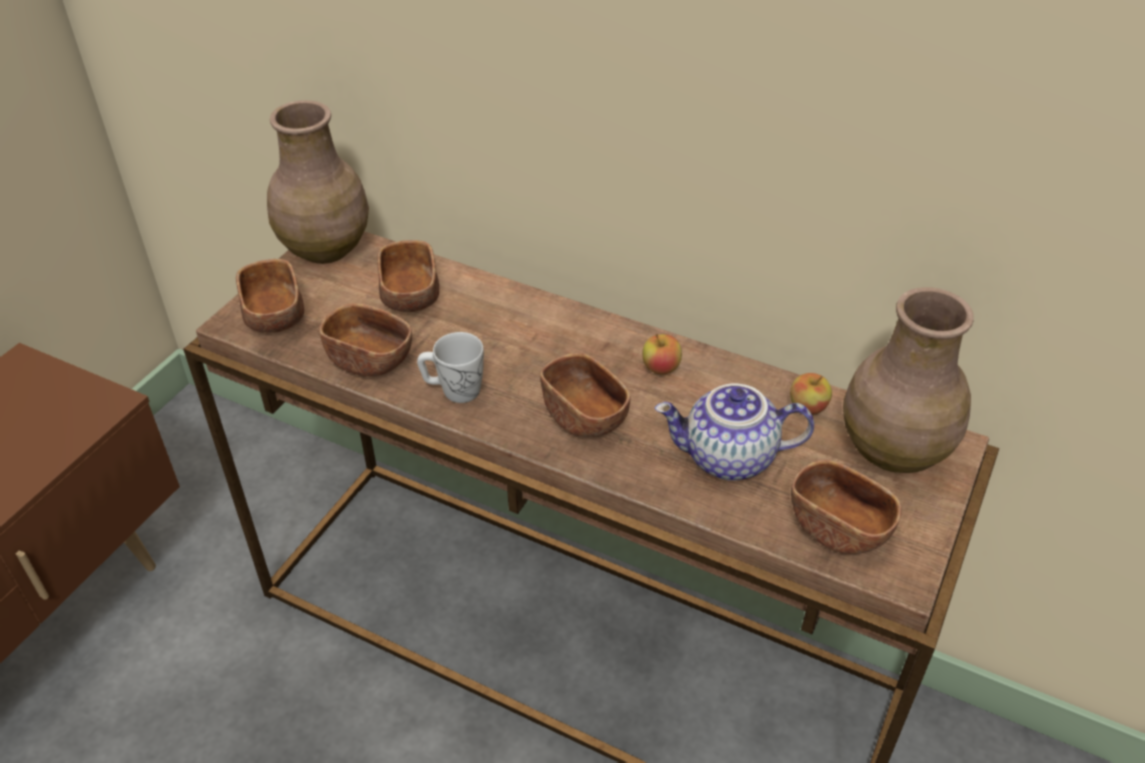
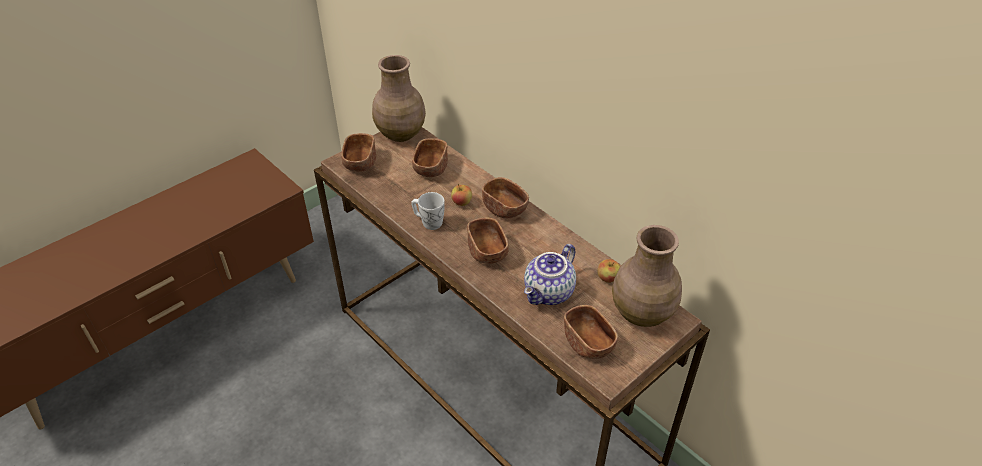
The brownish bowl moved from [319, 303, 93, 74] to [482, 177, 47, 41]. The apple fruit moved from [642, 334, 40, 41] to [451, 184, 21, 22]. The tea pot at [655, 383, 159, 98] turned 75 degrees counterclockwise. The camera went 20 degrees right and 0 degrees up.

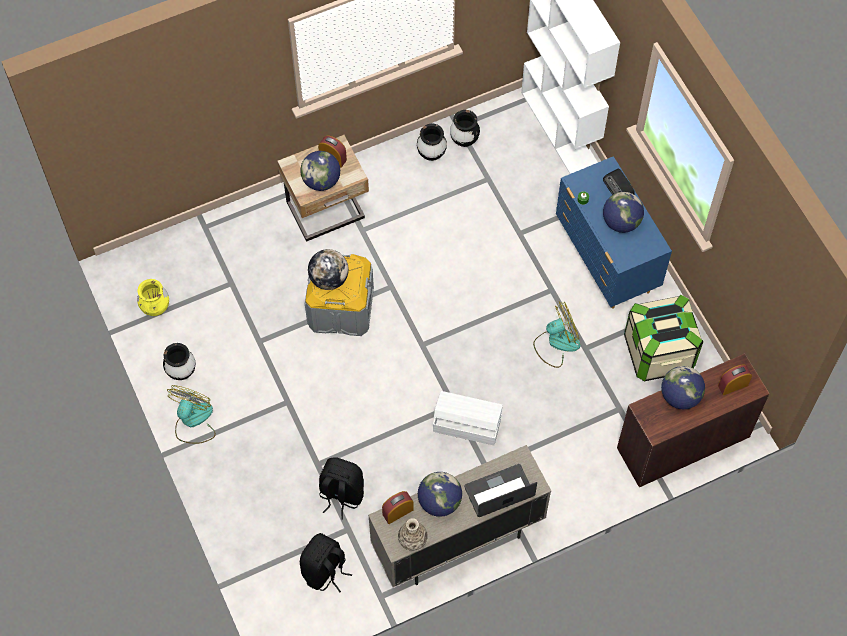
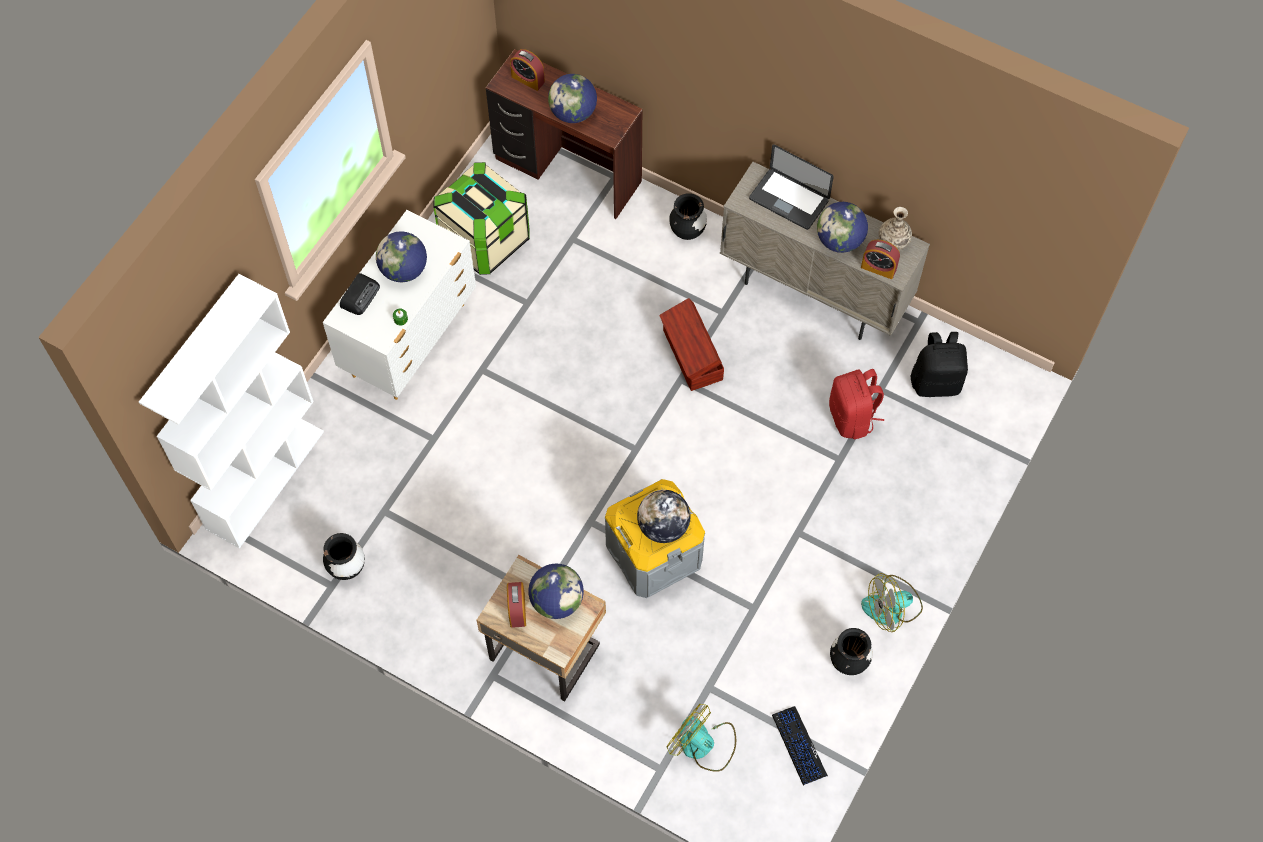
The blackish vase moved from [417, 124, 30, 37] to [669, 193, 38, 47]. The blue drawer chest at [556, 156, 116, 153] became the white-coloured drawer chest at [323, 210, 153, 190]. The yellow-coloured vase at [137, 279, 32, 37] was replaced by the computer keyboard at [772, 706, 56, 80]. The cooling fan moved from [533, 301, 48, 67] to [667, 704, 69, 68]. The white-coloured storage bin at [433, 391, 70, 54] became the brownish storage bin at [659, 298, 65, 93]. The blackish rucksack at [319, 457, 45, 62] became the reddish rucksack at [829, 369, 55, 70]. The camera went 125 degrees left and 0 degrees up.

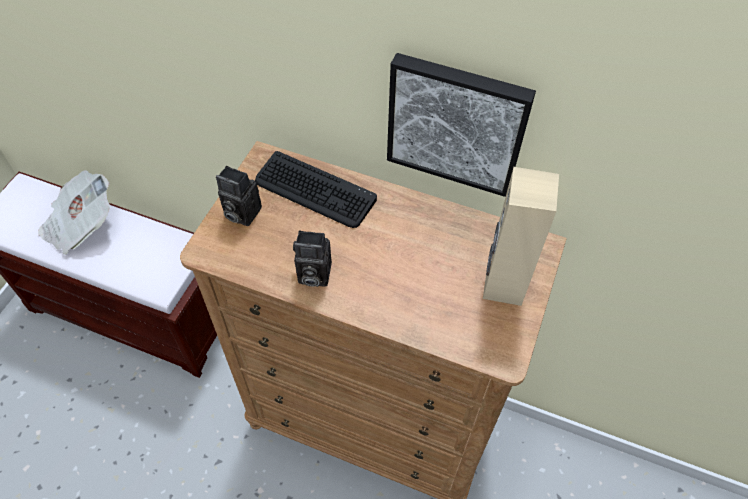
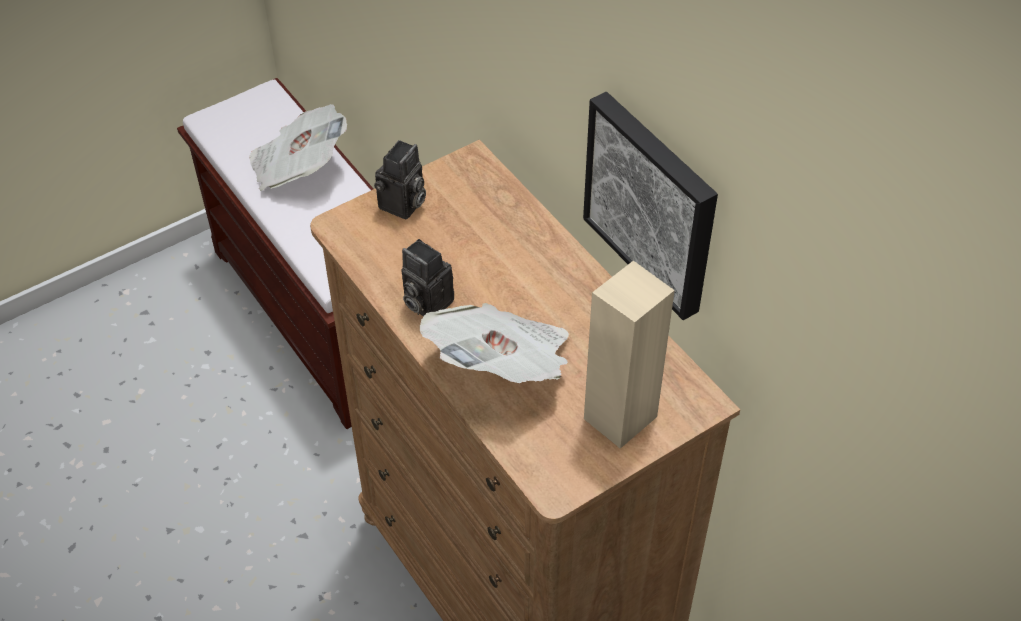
The computer keyboard at [255, 151, 122, 77] disappeared. The still camera at [216, 166, 46, 60] turned 120 degrees counterclockwise. The daily paper at [420, 303, 149, 80] appeared. The camera went 35 degrees right and 5 degrees down.

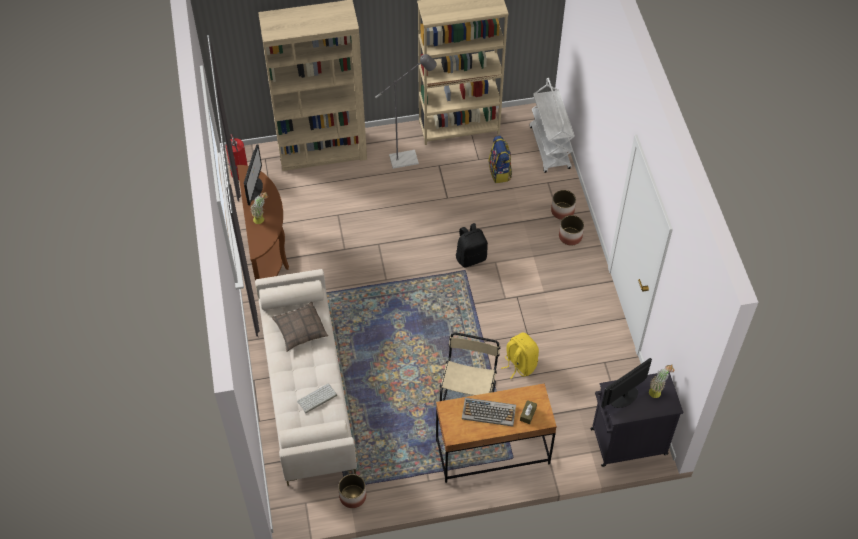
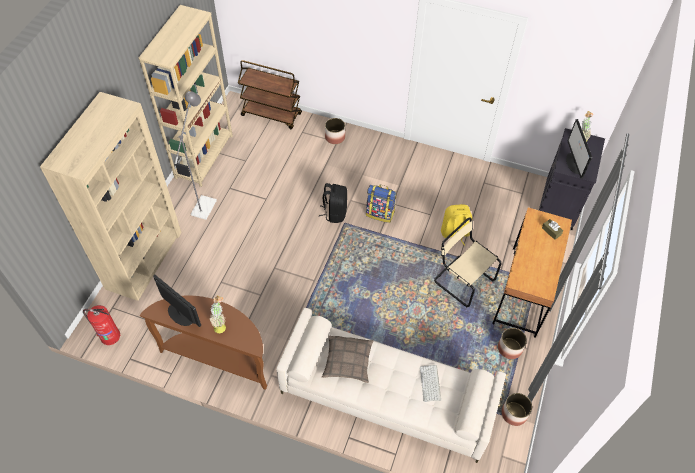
The white-coloured wheeled cart at [530, 78, 45, 95] became the brownish wheeled cart at [238, 60, 64, 69]. The rucksack moved from [488, 136, 24, 47] to [366, 185, 30, 38]. The planter moved from [559, 215, 25, 30] to [498, 328, 29, 31]. The computer keyboard at [462, 398, 54, 28] disappeared. The camera went 60 degrees left and 0 degrees up.

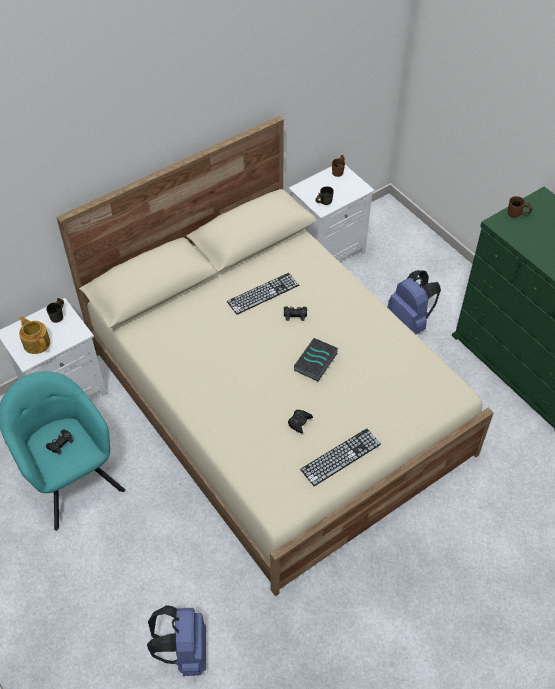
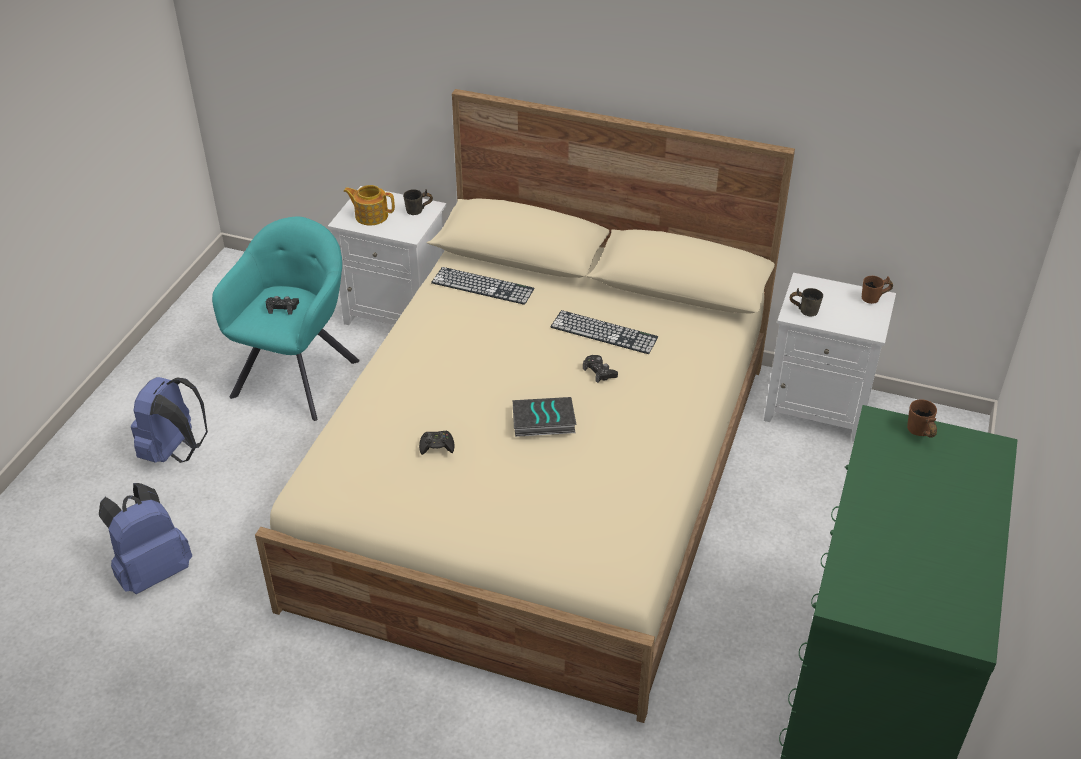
The blue rucksack moved from [387, 270, 54, 65] to [131, 377, 77, 86]. The tea pot at [19, 316, 31, 38] turned 90 degrees counterclockwise. The computer keyboard moved from [300, 429, 81, 57] to [431, 267, 103, 38]. The camera went 55 degrees right and 10 degrees down.

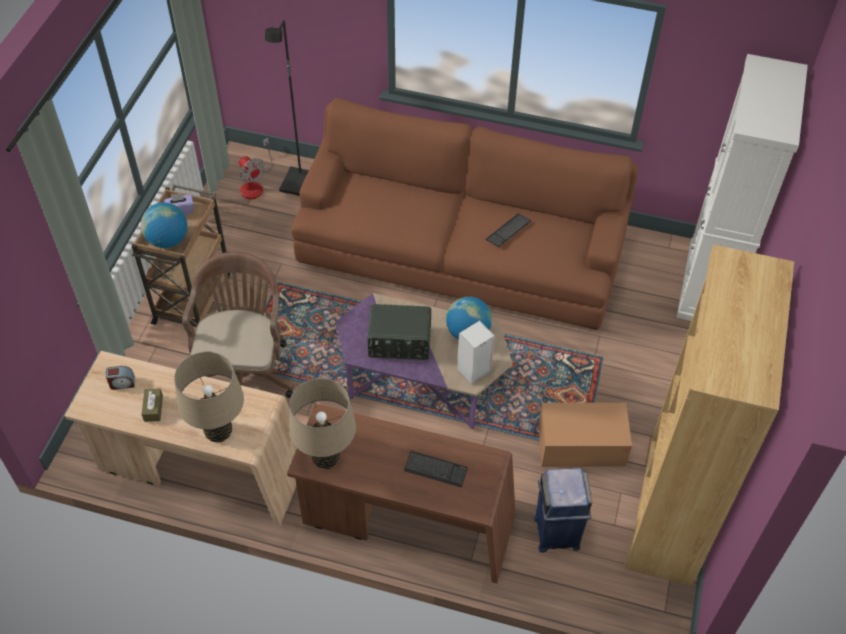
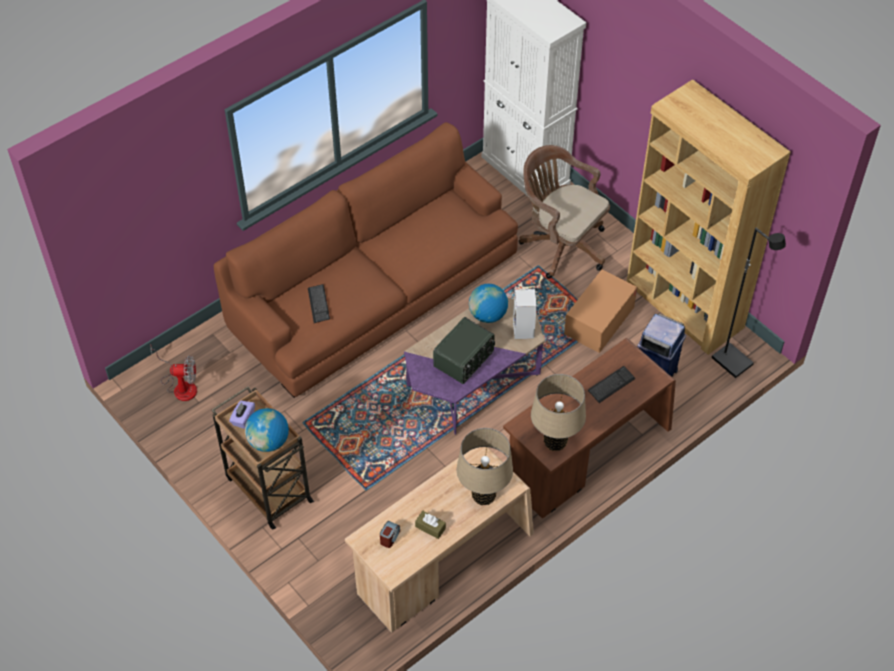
The blackish floor lamp moved from [265, 20, 44, 176] to [712, 228, 74, 150]. The computer keyboard moved from [485, 213, 46, 34] to [308, 284, 22, 39]. The brownish office chair moved from [182, 251, 112, 147] to [519, 145, 91, 134]. The camera went 55 degrees left and 0 degrees up.

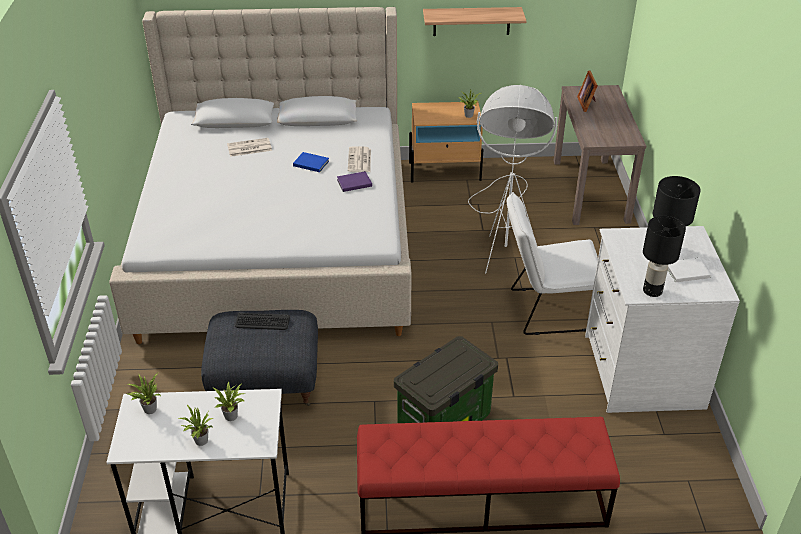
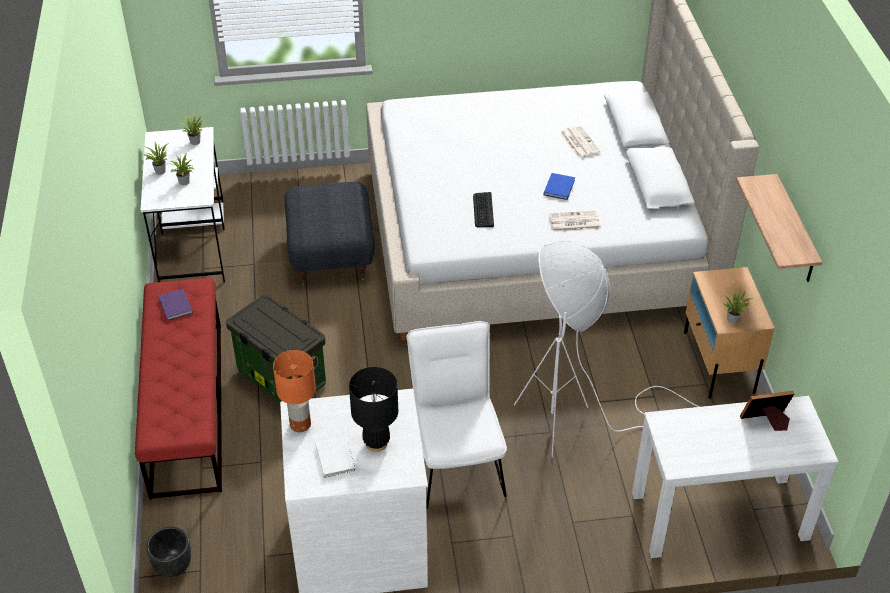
The brownish console table at [554, 85, 92, 140] became the white-coloured console table at [632, 396, 207, 162]. The purple-coloured volume moved from [337, 171, 35, 21] to [158, 289, 35, 32]. The blackish table lamp at [643, 216, 43, 81] became the orangey table lamp at [273, 350, 43, 82]. The computer keyboard moved from [235, 313, 55, 17] to [473, 192, 21, 35]. The blackish planter at [146, 526, 45, 51] appeared. The camera went 85 degrees right and 5 degrees up.

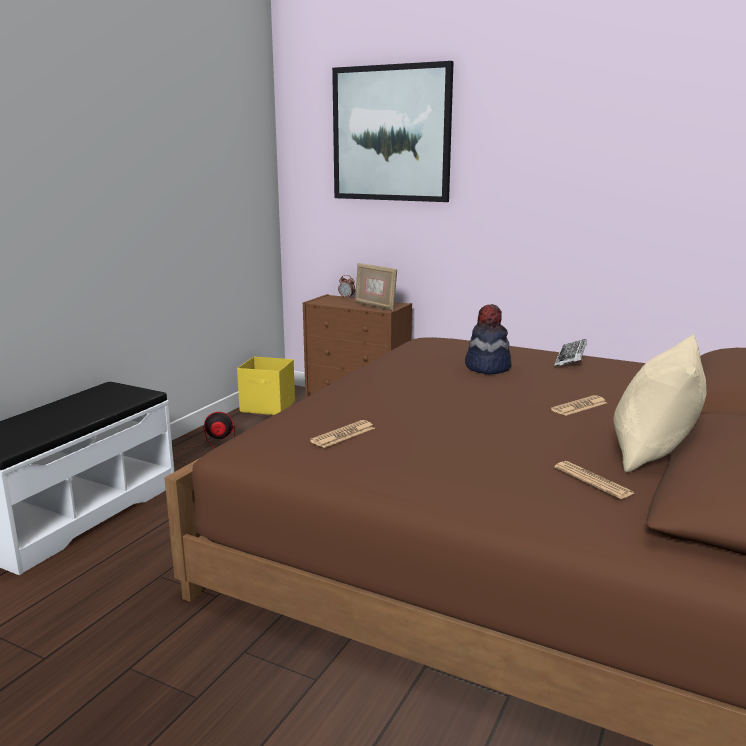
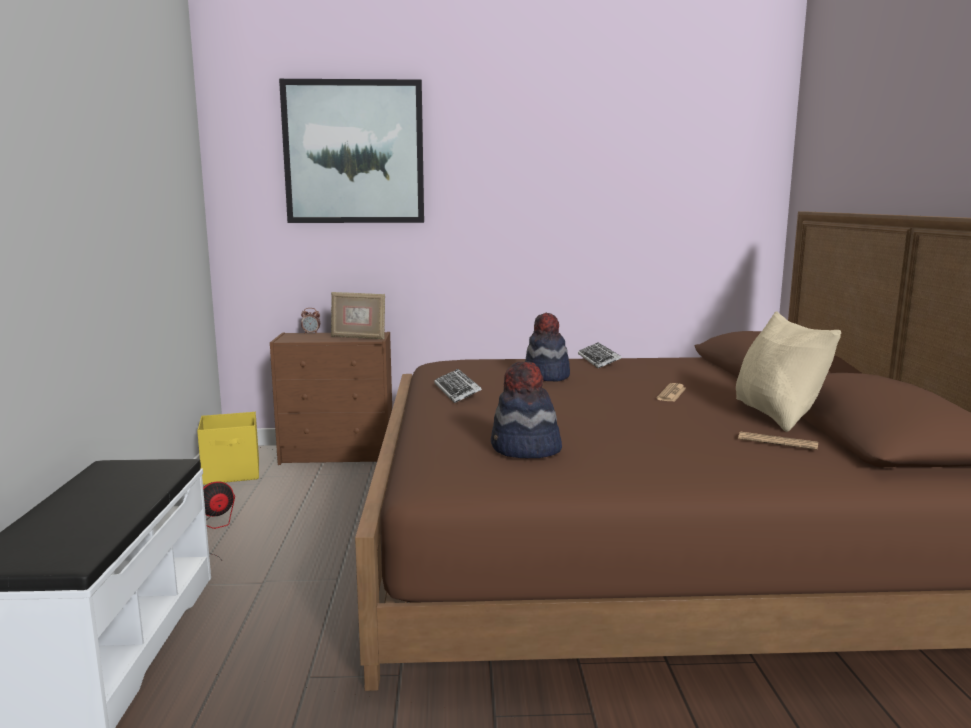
The daily paper at [310, 420, 65, 28] was replaced by the wearable hat at [491, 362, 71, 96]. The computer keyboard at [434, 369, 48, 34] appeared. The camera went 30 degrees left and 5 degrees down.

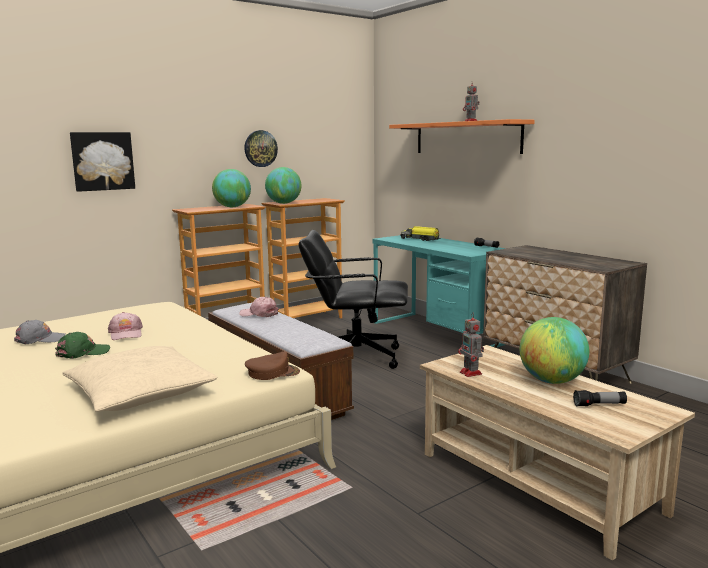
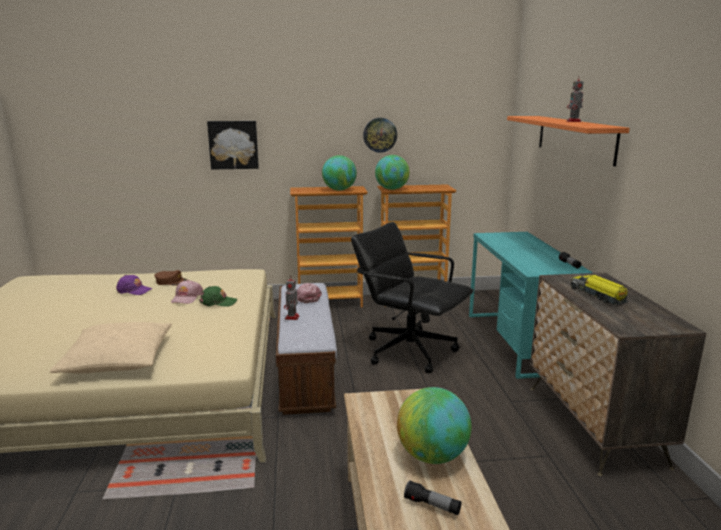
The model truck moved from [401, 226, 40, 15] to [571, 275, 57, 30]. The model robot moved from [458, 313, 26, 64] to [284, 275, 15, 45]. The greyish baseball cap at [14, 320, 52, 24] became the purple-coloured baseball cap at [116, 275, 36, 20]. The green-coloured baseball cap moved from [55, 332, 55, 27] to [199, 286, 38, 21]. The brownish baseball cap moved from [245, 351, 55, 29] to [154, 270, 33, 16]. The camera went 30 degrees right and 5 degrees up.

